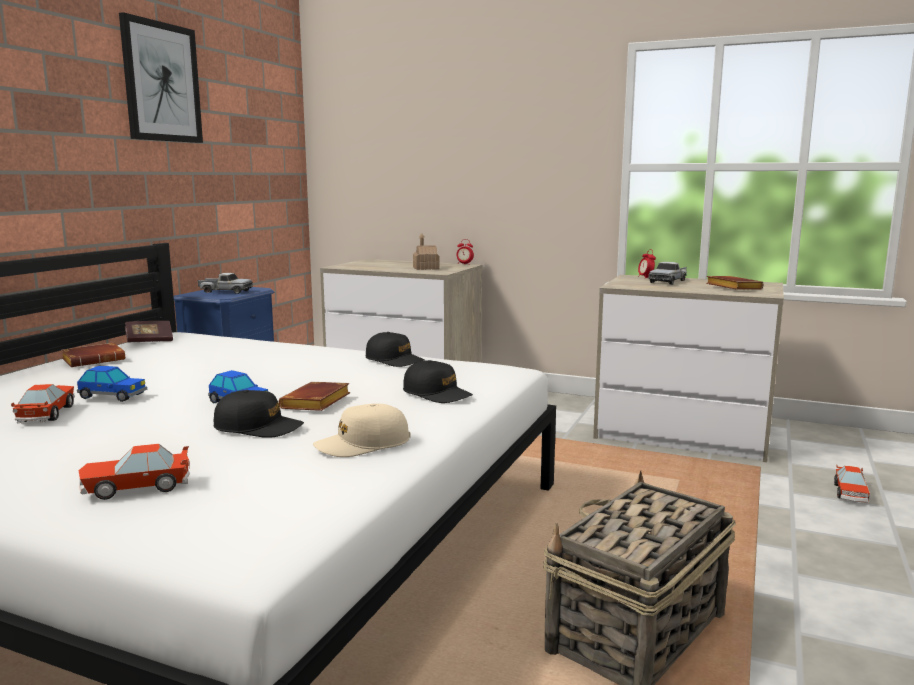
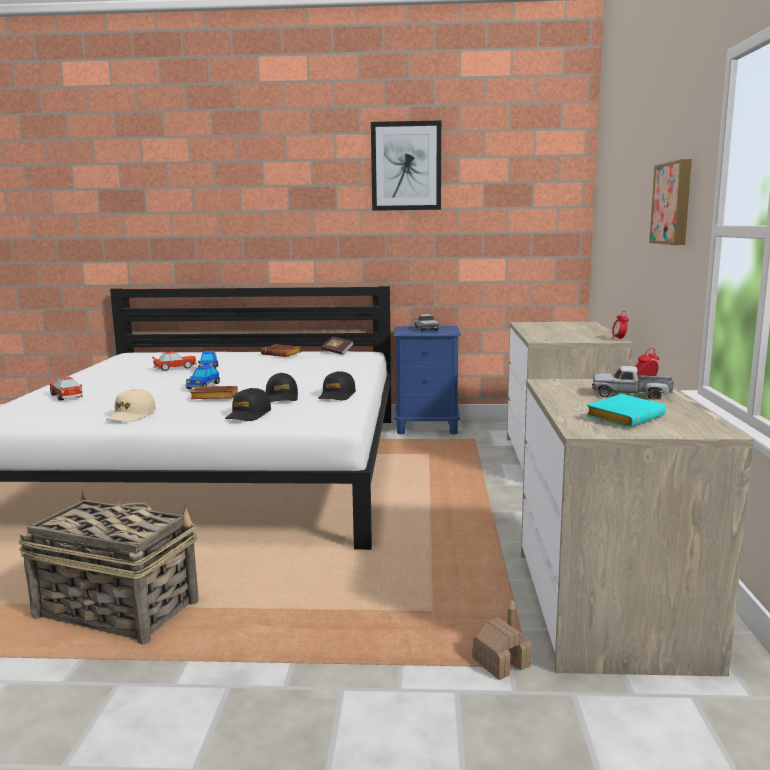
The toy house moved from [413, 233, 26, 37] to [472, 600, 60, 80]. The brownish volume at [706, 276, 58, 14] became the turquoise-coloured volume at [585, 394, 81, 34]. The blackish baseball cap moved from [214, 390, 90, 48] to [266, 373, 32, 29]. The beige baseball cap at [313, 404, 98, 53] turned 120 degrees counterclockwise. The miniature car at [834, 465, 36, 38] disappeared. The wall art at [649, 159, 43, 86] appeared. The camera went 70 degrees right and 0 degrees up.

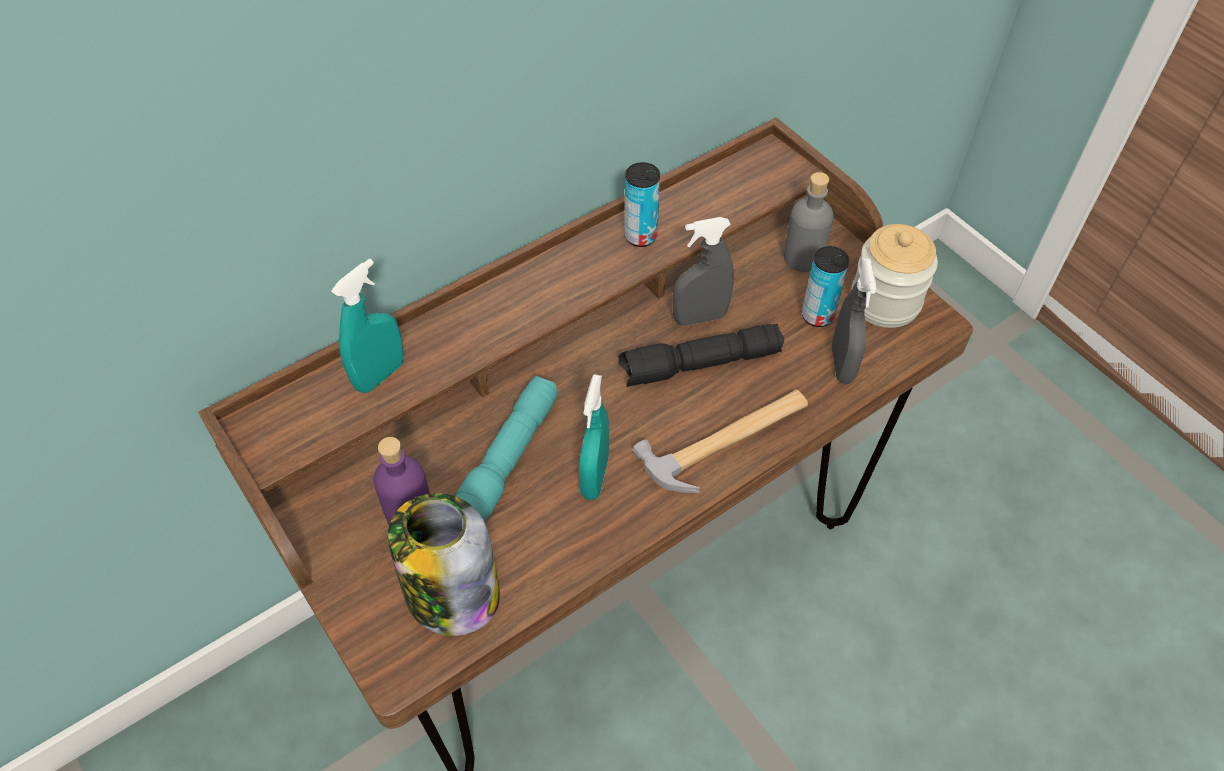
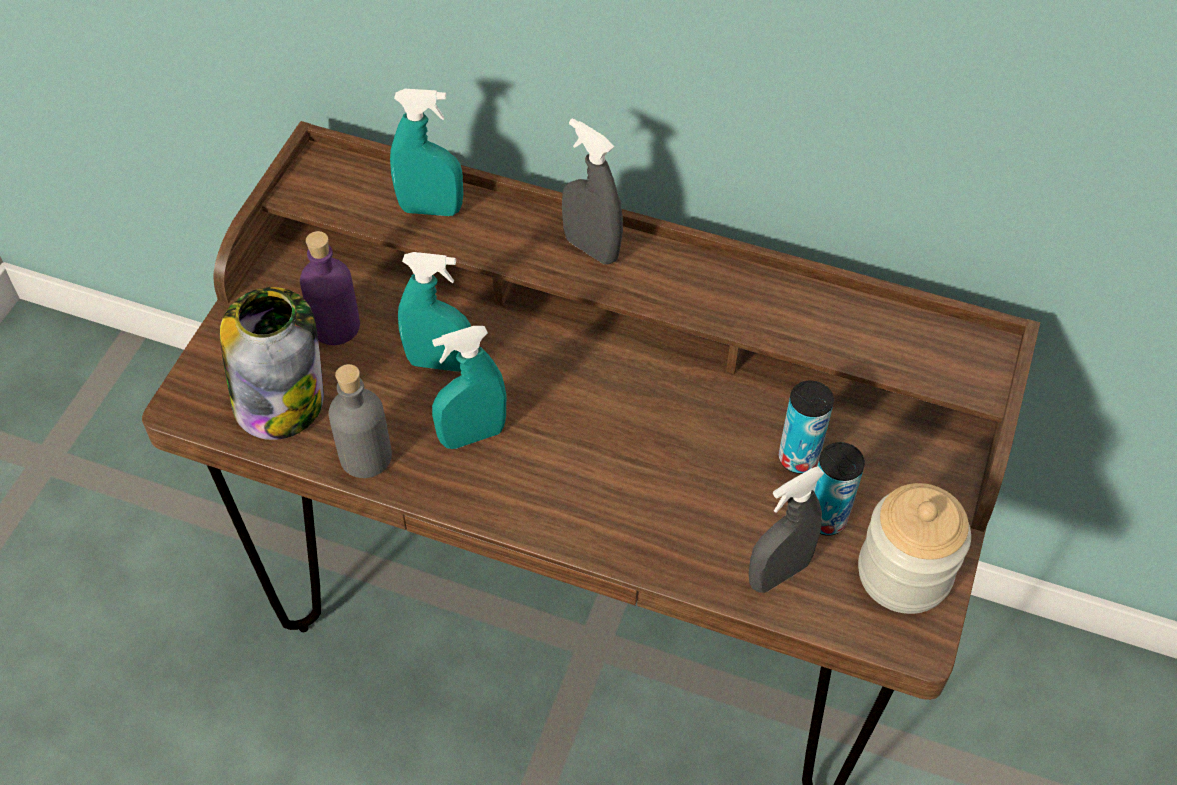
The sealed can moved from [624, 162, 36, 85] to [778, 381, 56, 93]. The greyish beverage bottle moved from [784, 172, 50, 100] to [329, 364, 63, 114]. The greyish hand sprayer moved from [672, 217, 62, 109] to [562, 118, 61, 146]. The blackish torch at [619, 324, 165, 63] disappeared. The turquoise-coloured torch at [456, 376, 101, 146] was replaced by the turquoise-coloured hand sprayer at [398, 252, 73, 120]. The hammer at [632, 390, 176, 103] disappeared. The camera went 55 degrees right and 0 degrees up.

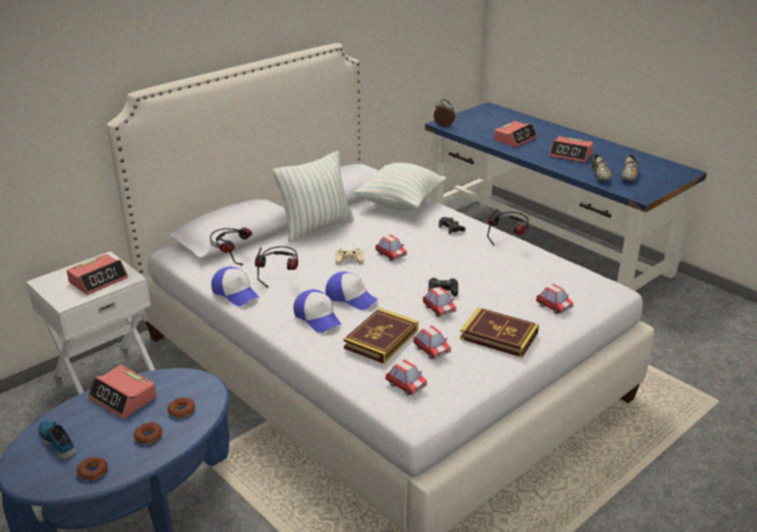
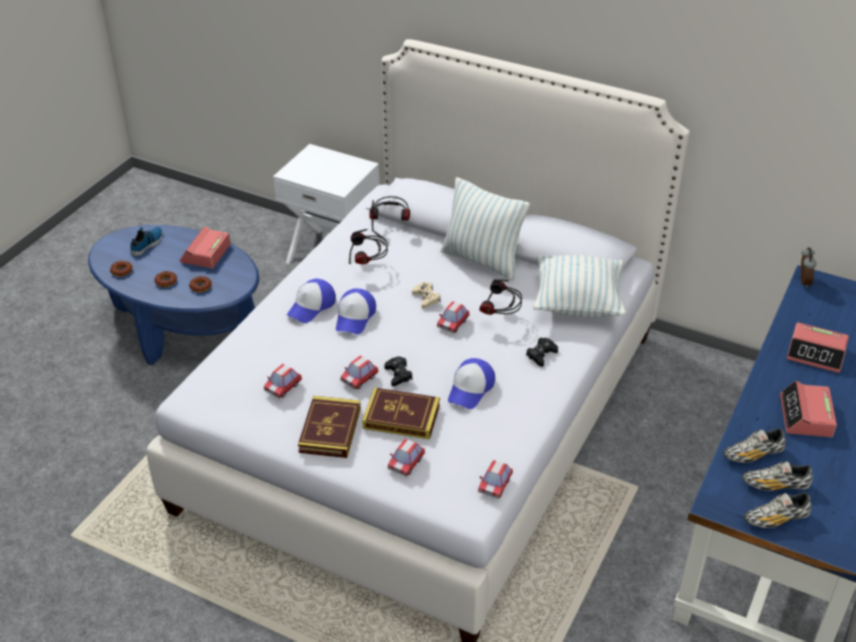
The pair of headphones moved from [487, 209, 42, 37] to [480, 279, 42, 36]. The alarm clock at [66, 254, 62, 41] disappeared. The baseball cap moved from [211, 267, 48, 39] to [448, 358, 47, 51]. The volume moved from [344, 308, 74, 56] to [362, 388, 78, 51]. The miniature car moved from [385, 359, 42, 36] to [478, 460, 35, 39]. The low shoe at [744, 492, 68, 36] appeared. The camera went 70 degrees right and 10 degrees up.

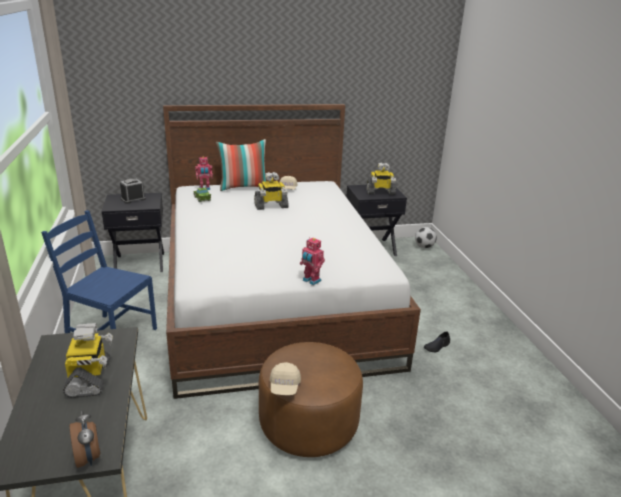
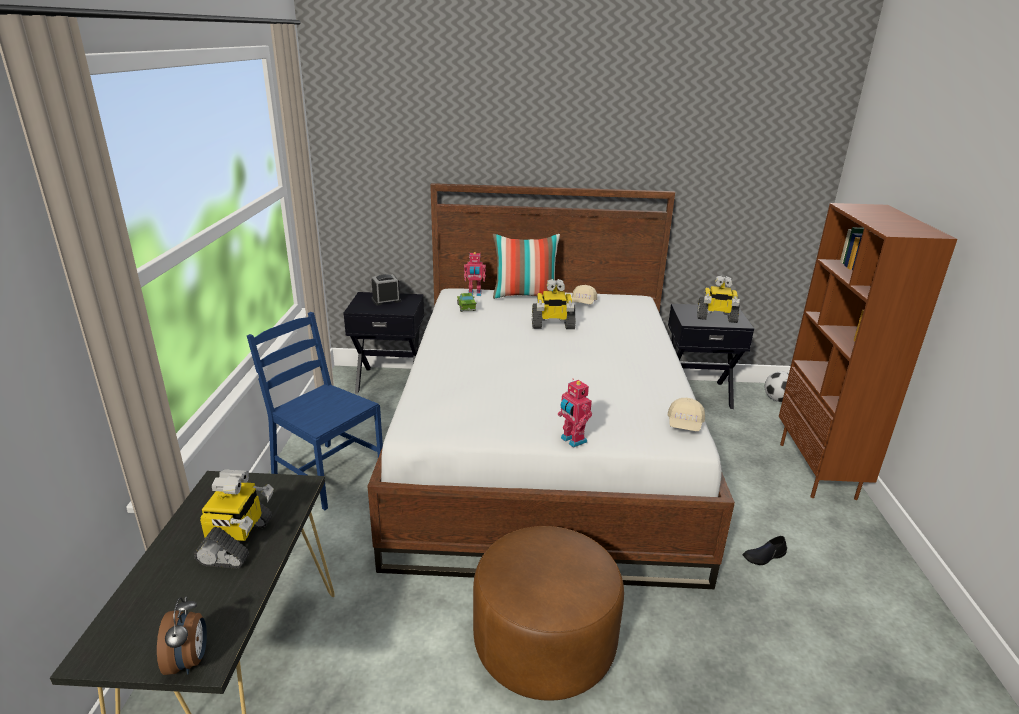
The beige baseball cap moved from [270, 362, 31, 33] to [668, 398, 37, 33]. The brownish bookshelf at [779, 203, 178, 297] appeared. The camera went 15 degrees right and 0 degrees up.

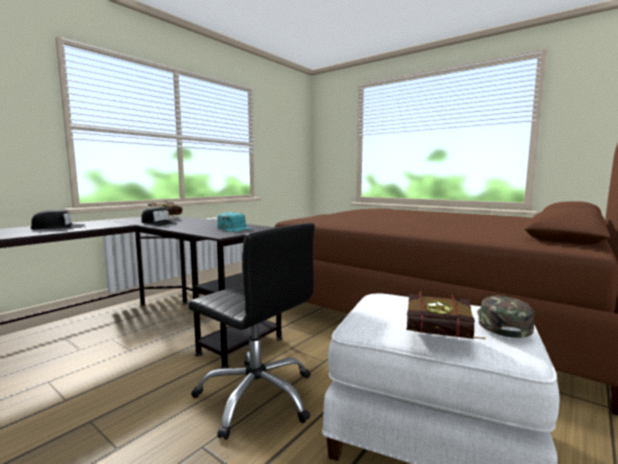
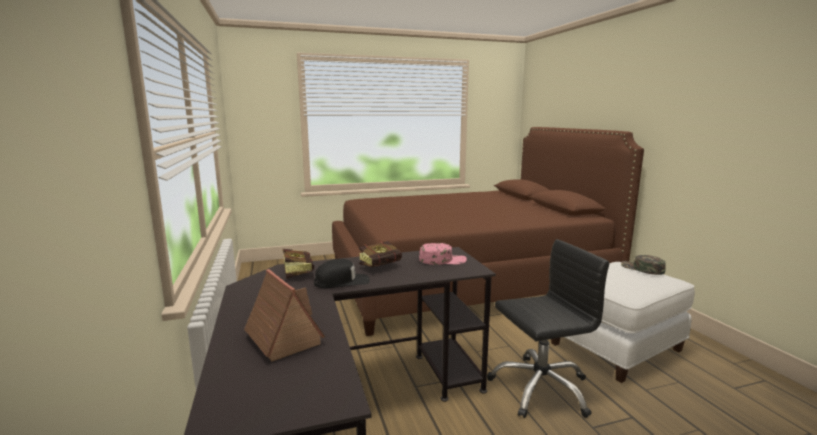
The blackish baseball cap at [31, 209, 54, 20] was replaced by the toy house at [244, 269, 81, 93]. The turquoise-coloured baseball cap at [217, 212, 37, 20] became the pink baseball cap at [419, 243, 48, 22]. The volume moved from [406, 291, 80, 48] to [359, 241, 43, 26]. The camera went 55 degrees left and 5 degrees up.

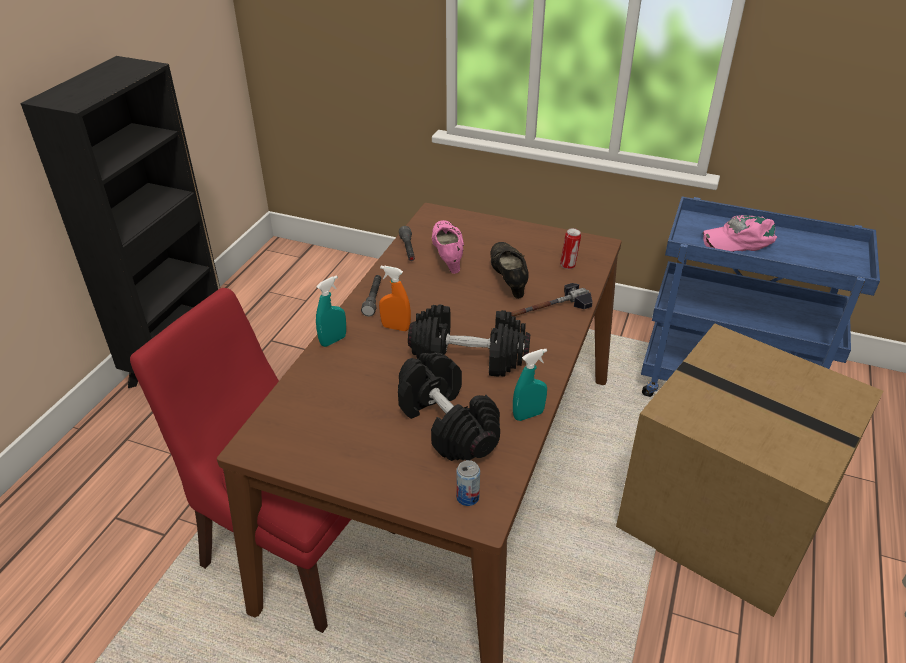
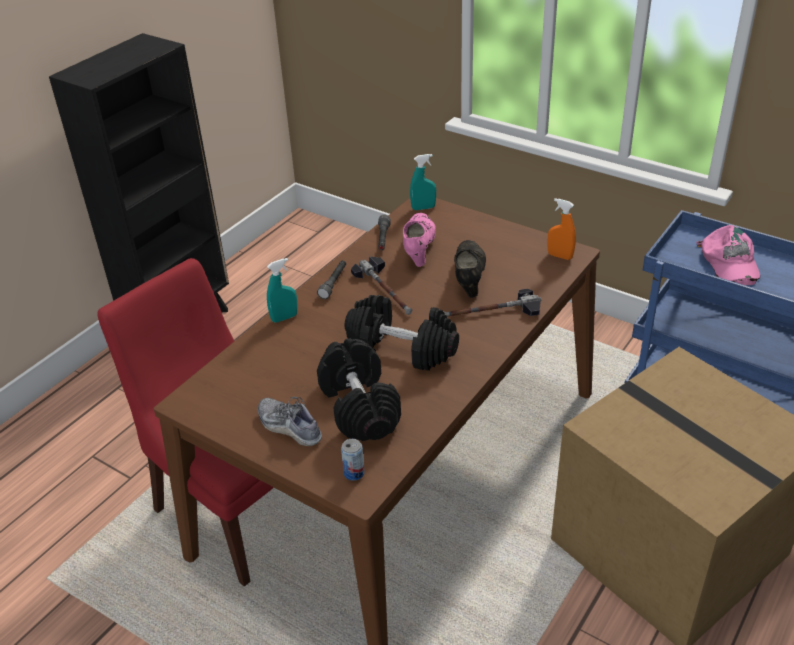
The pink baseball cap at [702, 215, 75, 37] turned 105 degrees counterclockwise. The sealed can at [560, 228, 21, 41] disappeared. The orangey hand sprayer moved from [379, 266, 32, 65] to [547, 198, 29, 62]. The turquoise-coloured hand sprayer moved from [513, 349, 34, 72] to [410, 154, 26, 56]. The hammer at [351, 257, 61, 58] appeared. The low shoe at [258, 397, 64, 49] appeared. The camera went 15 degrees right and 0 degrees up.

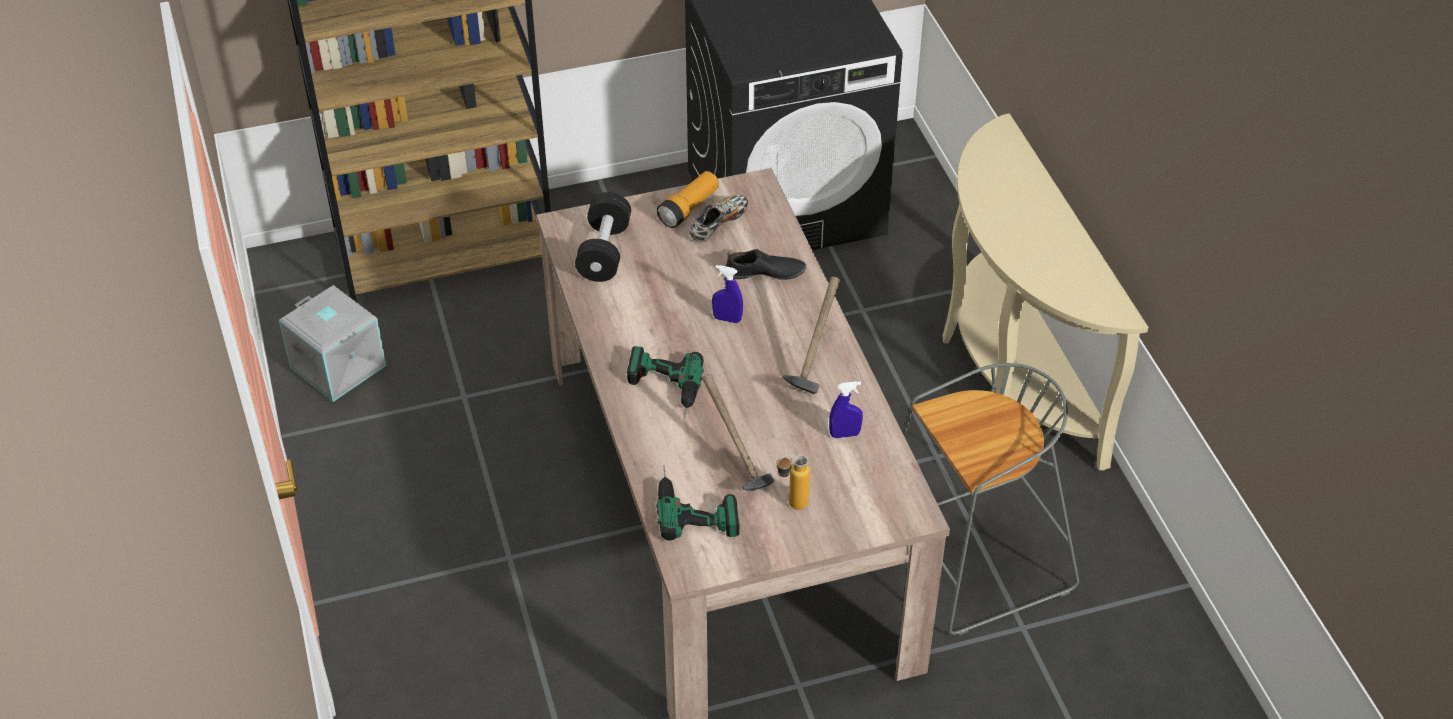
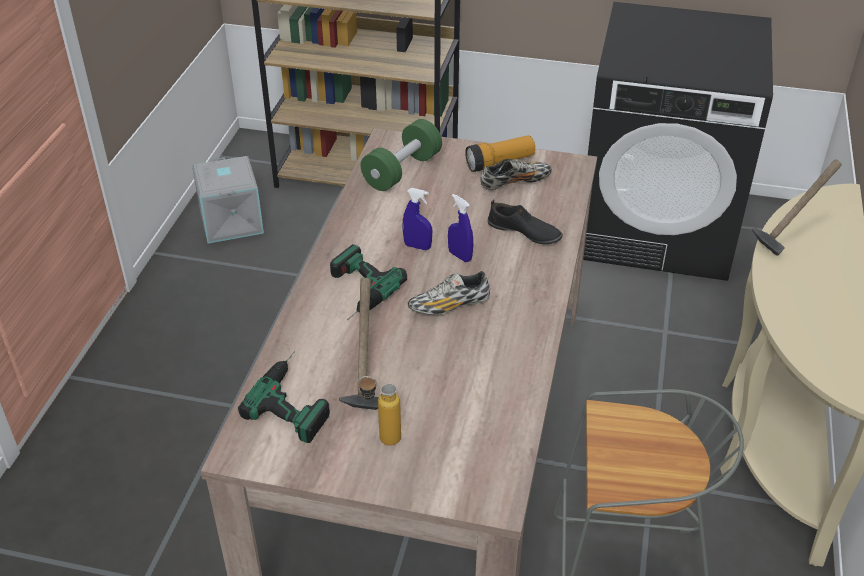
The blackish hand weight at [575, 192, 56, 90] became the green-coloured hand weight at [361, 119, 81, 72]. The hammer moved from [782, 276, 58, 118] to [752, 159, 90, 97]. The blue hand sprayer moved from [829, 381, 34, 57] to [402, 188, 30, 62]. The low shoe at [408, 271, 82, 44] appeared. The camera went 30 degrees right and 5 degrees down.

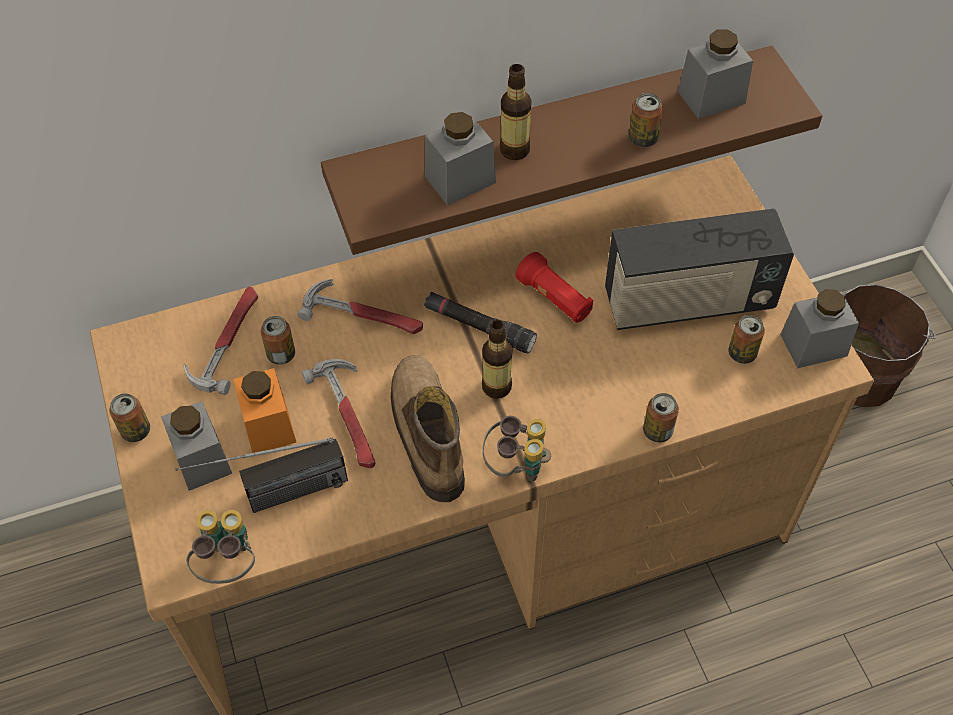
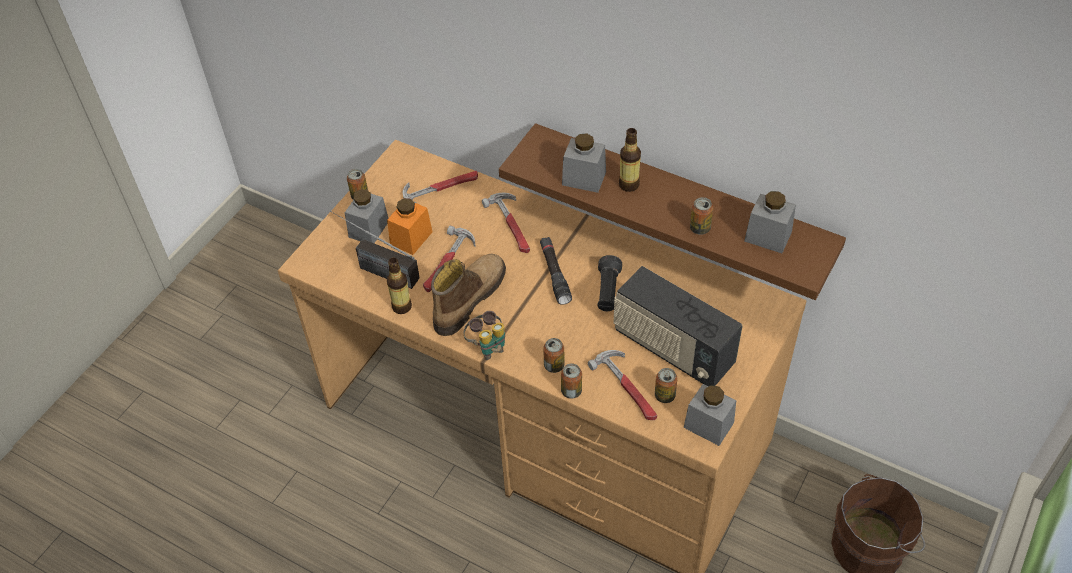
The reddish torch at [516, 252, 77, 71] became the blackish torch at [597, 255, 25, 56]. The sealed can moved from [261, 316, 34, 49] to [543, 338, 21, 35]. The beverage bottle moved from [482, 320, 31, 79] to [387, 258, 25, 56]. The binoculars at [186, 510, 69, 74] disappeared. The hammer at [588, 350, 69, 70] appeared. The camera went 50 degrees right and 5 degrees down.

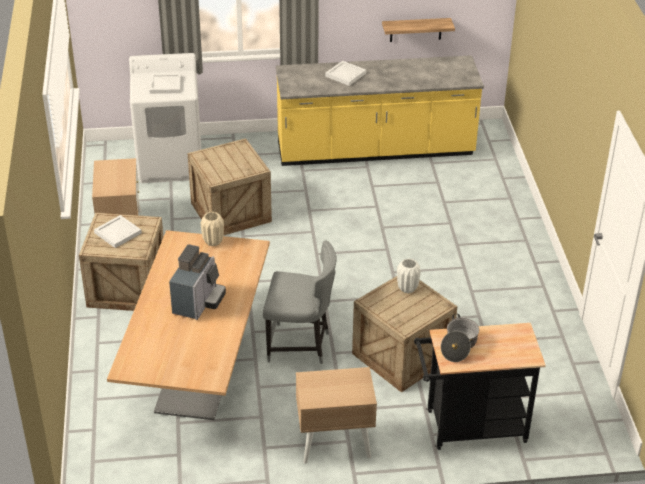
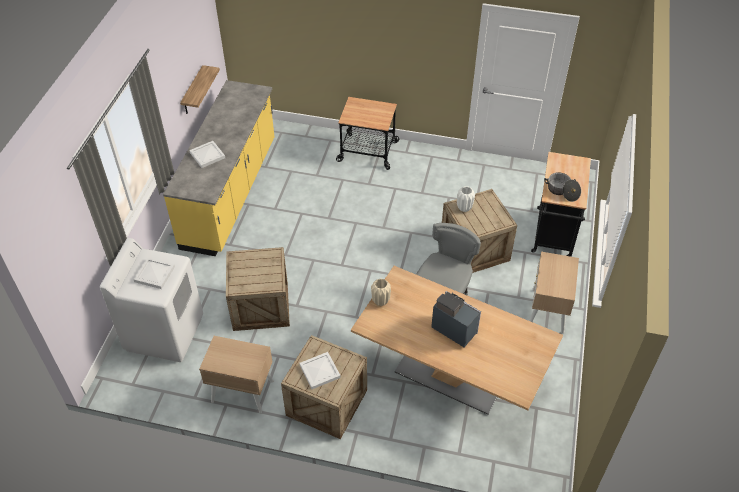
The wheeled cart at [336, 97, 63, 73] appeared. The camera went 70 degrees left and 10 degrees up.

